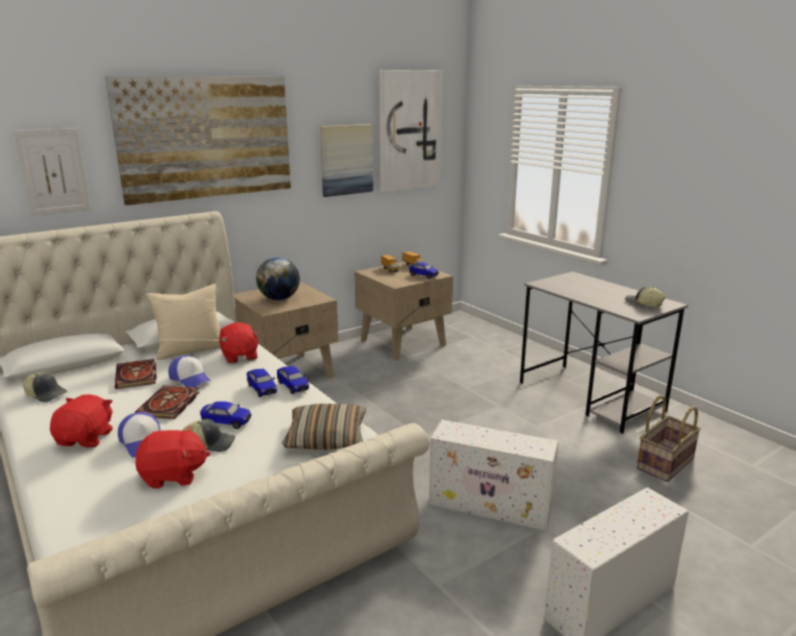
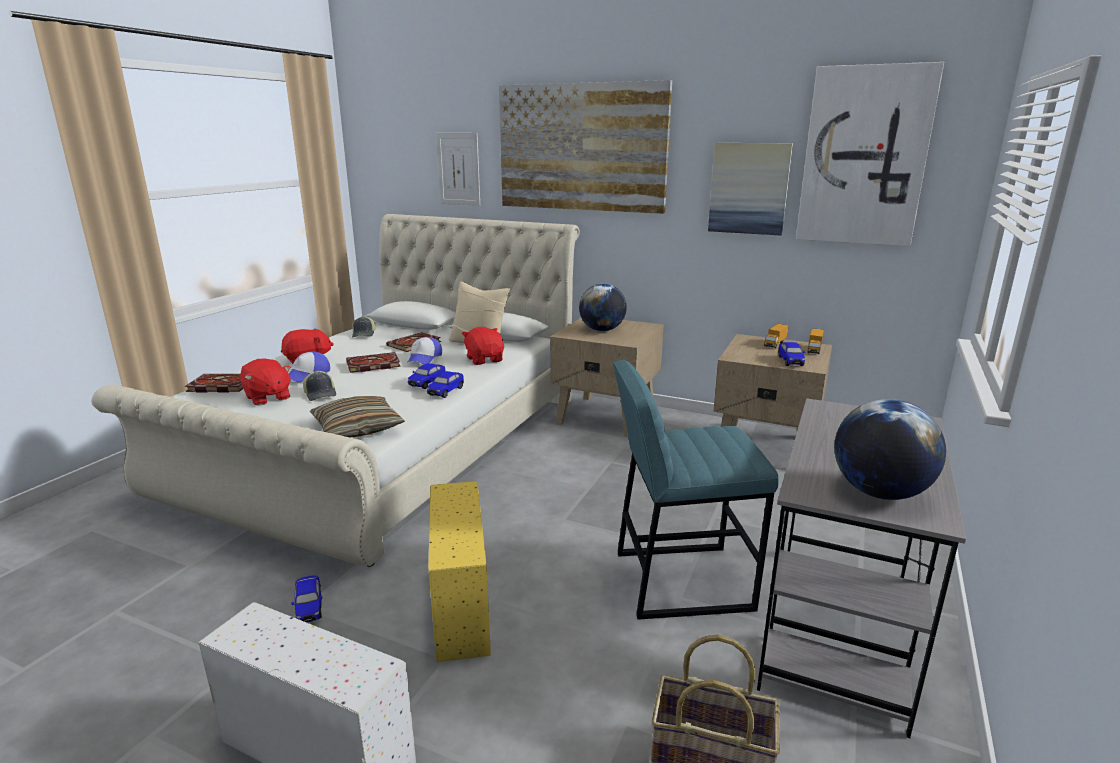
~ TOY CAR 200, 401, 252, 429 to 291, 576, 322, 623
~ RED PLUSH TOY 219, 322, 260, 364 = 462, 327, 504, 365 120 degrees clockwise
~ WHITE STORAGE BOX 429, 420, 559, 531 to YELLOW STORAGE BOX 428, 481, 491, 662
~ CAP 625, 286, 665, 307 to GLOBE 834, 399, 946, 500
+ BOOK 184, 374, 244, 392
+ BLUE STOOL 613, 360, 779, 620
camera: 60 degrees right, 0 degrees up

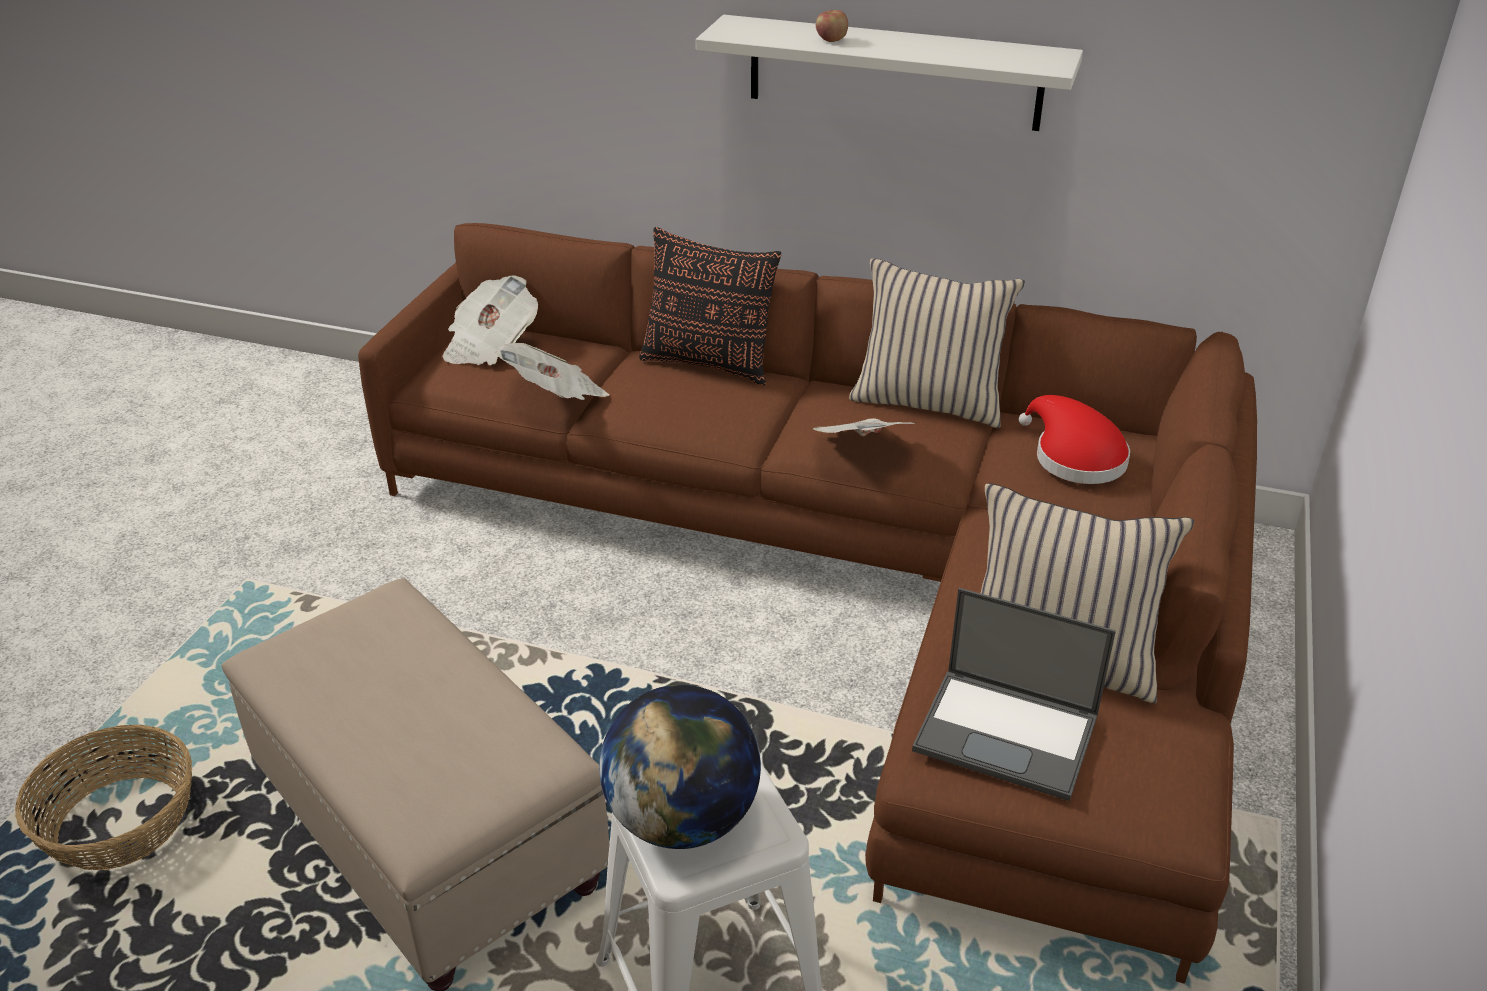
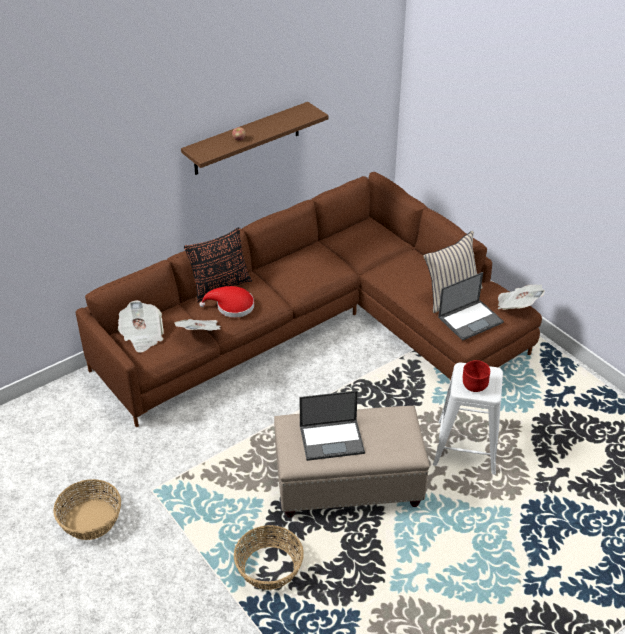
~ GLOBE 599, 685, 761, 849 to RED BOWL 463, 360, 490, 392
~ WHITE SHELF 696, 15, 1083, 131 to BROWN SHELF 181, 102, 328, 175
~ NEWSPAPER 813, 418, 917, 436 to 498, 285, 545, 309
- BEIGE PILLOW 849, 258, 1025, 428
~ RED HAT 1019, 395, 1130, 484 to 199, 286, 254, 318
+ BASKET 53, 479, 121, 540
+ LAPTOP 299, 390, 365, 461
camera: 55 degrees left, 5 degrees up

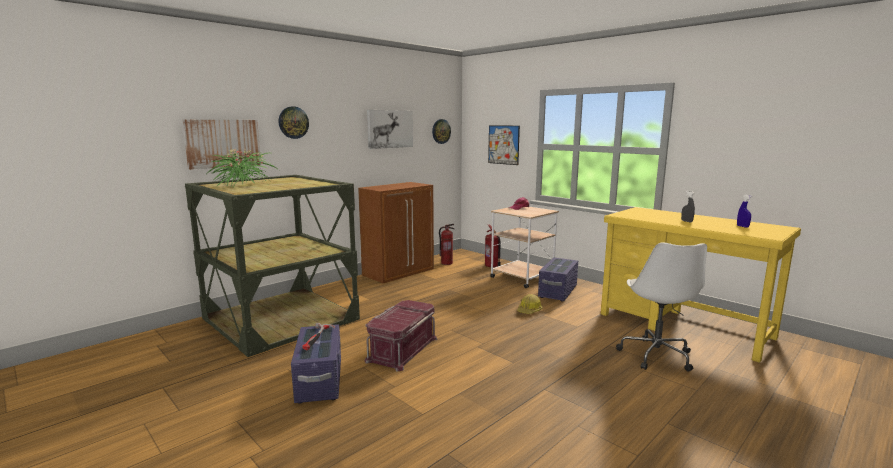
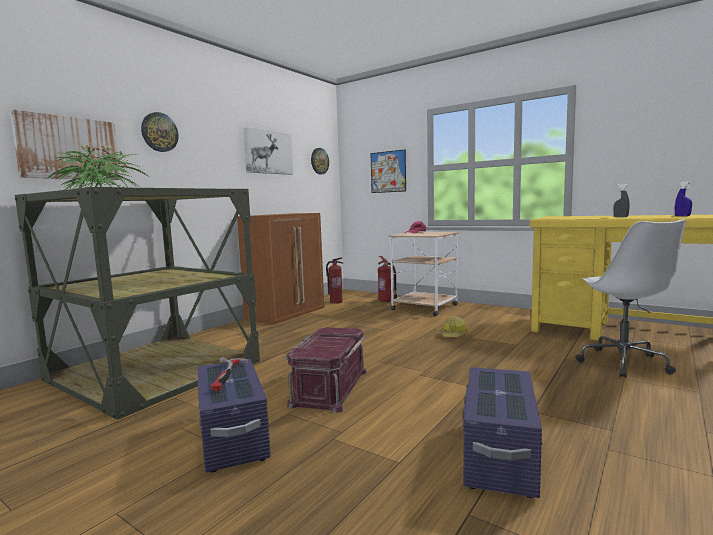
~ PURPLE STORAGE BOX 538, 257, 578, 301 to 463, 367, 542, 498
camera: 10 degrees left, 5 degrees down

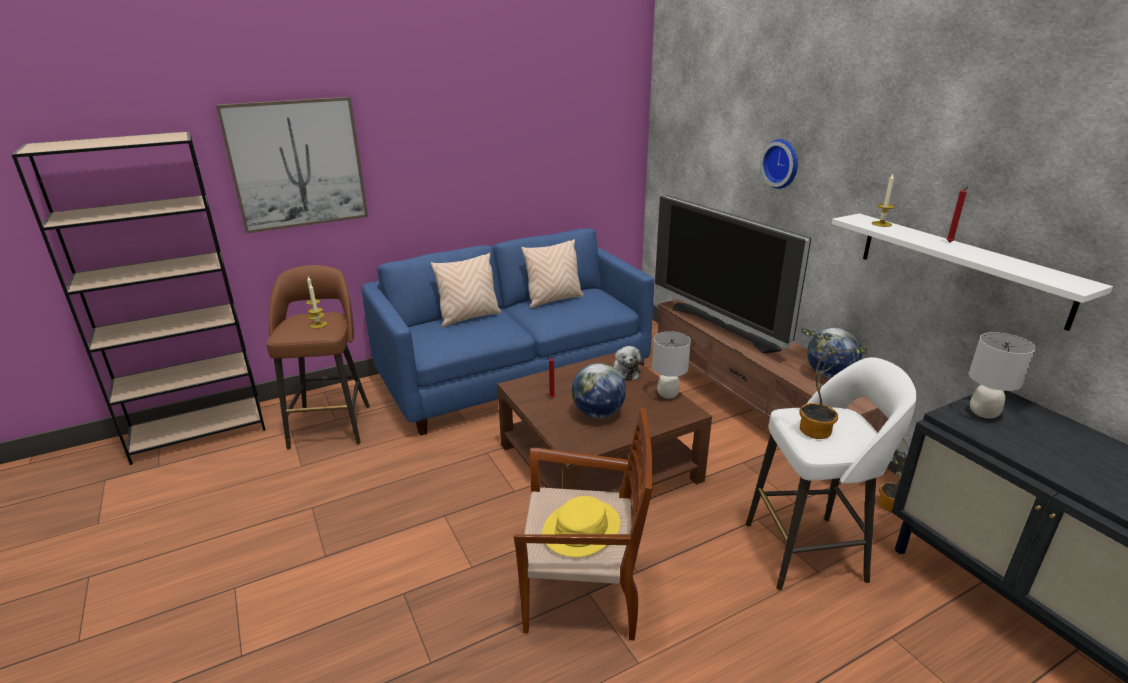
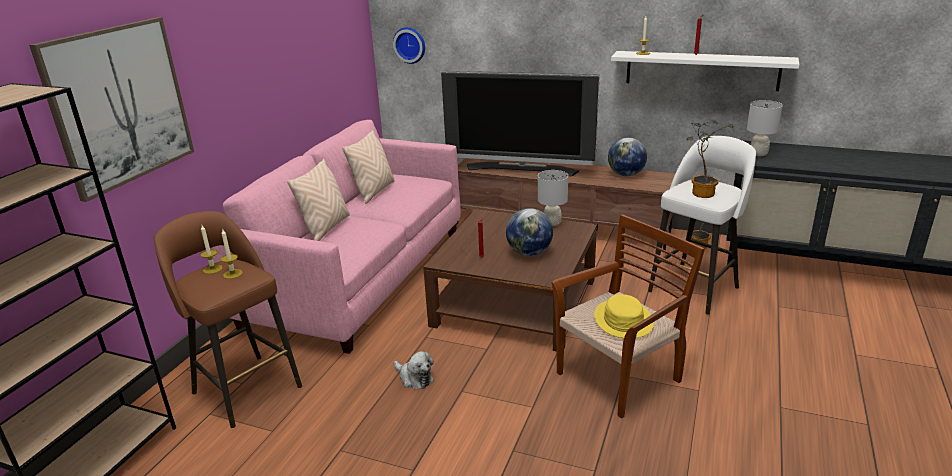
~ BLUE SOFA 362, 228, 654, 436 to PINK SOFA 210, 120, 461, 354
~ PLUSH TOY 613, 346, 644, 381 to 394, 351, 434, 389
~ WALL CLOCK 760, 139, 798, 189 to 393, 27, 425, 64
camera: 40 degrees left, 0 degrees up

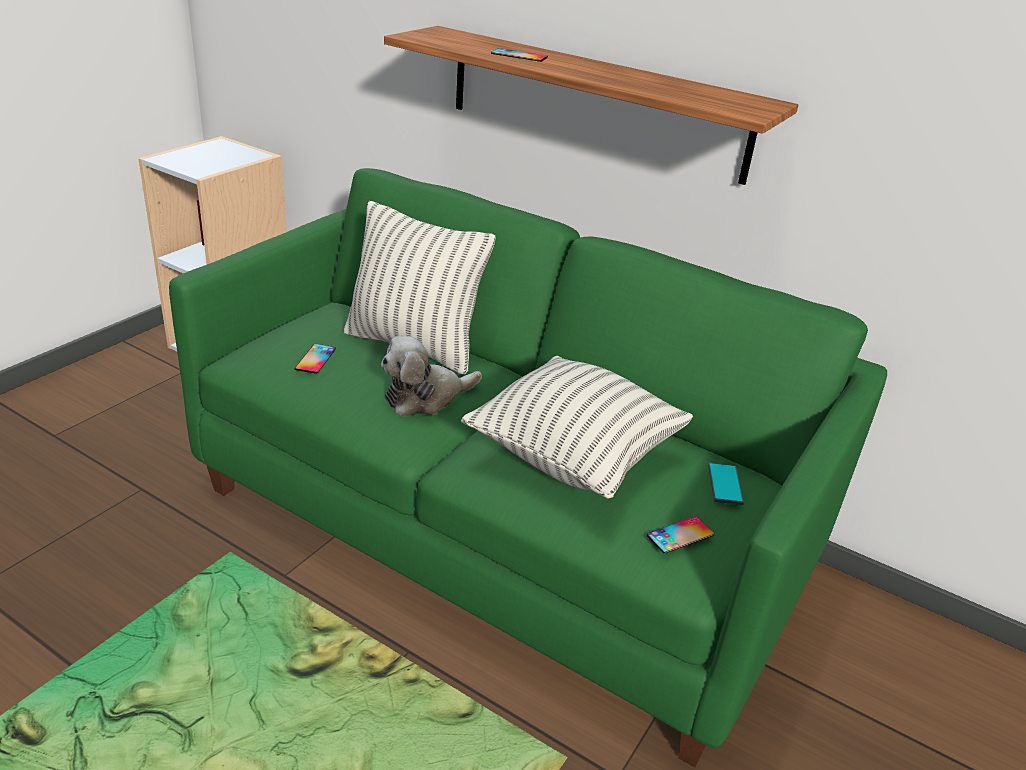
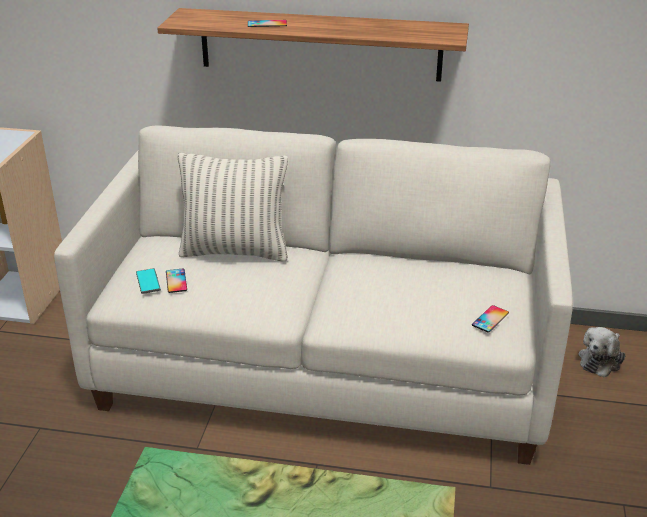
~ GREEN SOFA 169, 168, 887, 768 to WHITE SOFA 54, 126, 573, 465
~ PLUSH TOY 381, 336, 482, 416 to 578, 327, 625, 377
- PILLOW 461, 356, 693, 499
~ PHONE 708, 463, 744, 505 to 136, 268, 161, 294
camera: 20 degrees left, 0 degrees up

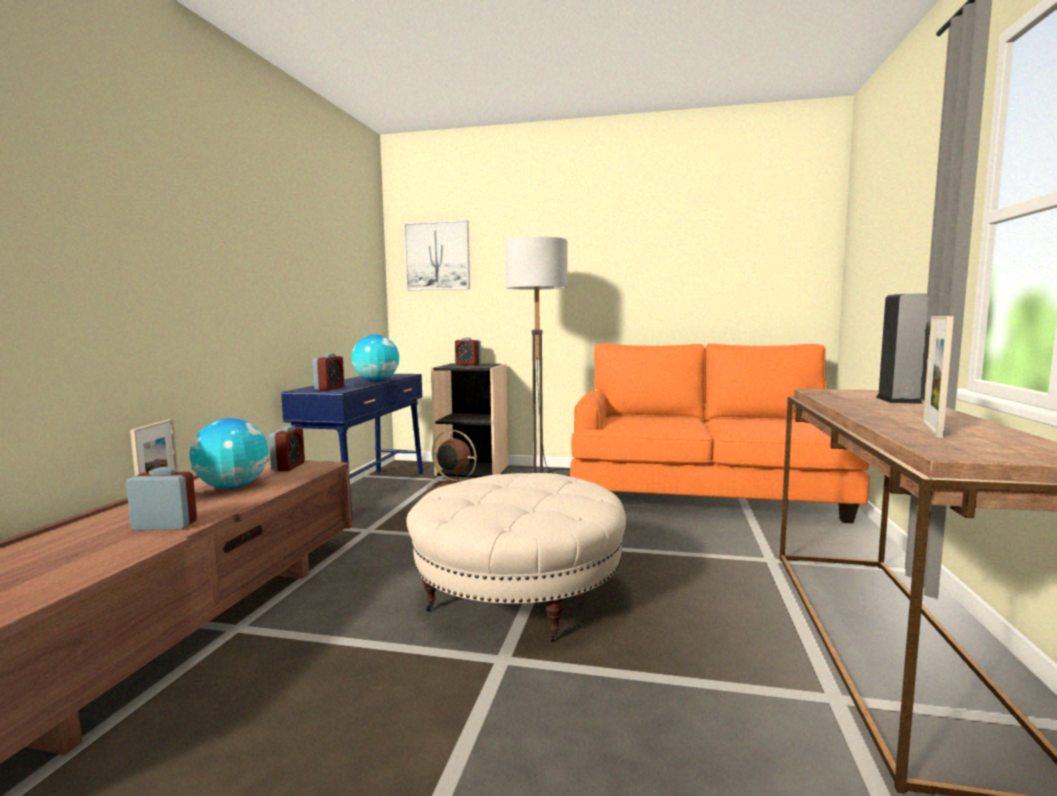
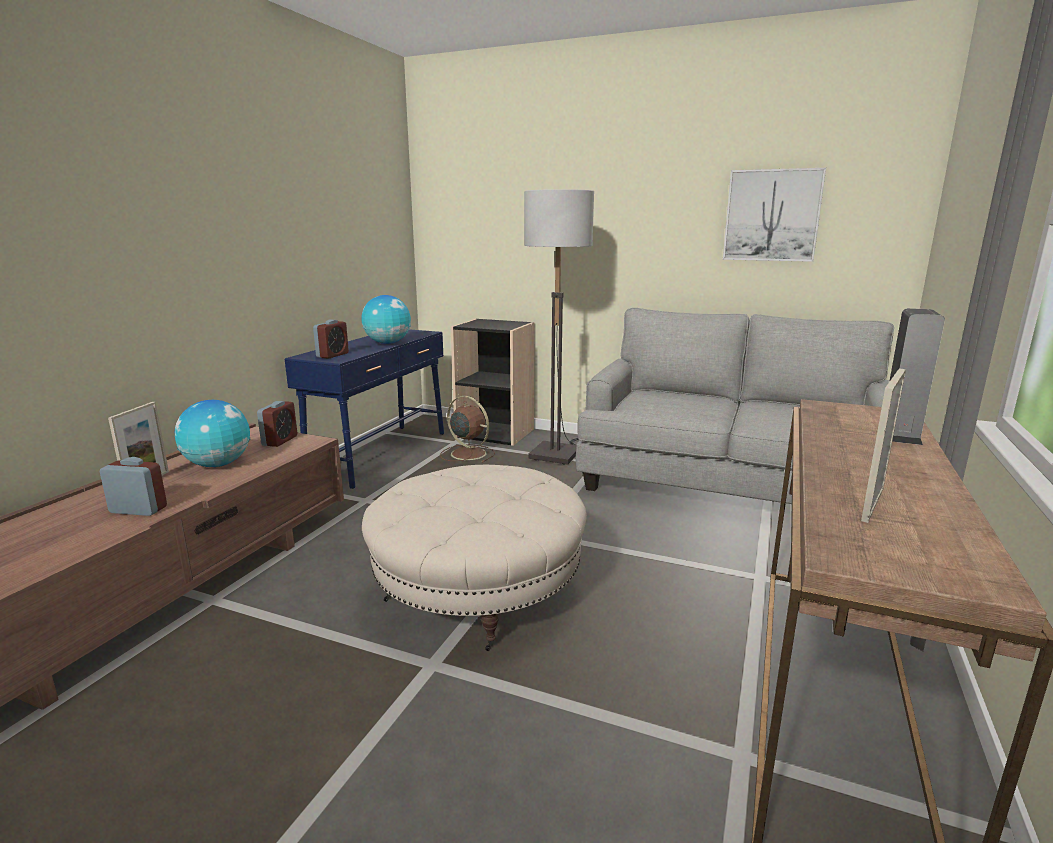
~ PICTURE 404, 220, 470, 290 to 723, 168, 826, 262
- ALARM CLOCK 455, 337, 481, 365
~ ORANGE SOFA 570, 343, 870, 523 to GREY SOFA 576, 308, 894, 504
camera: 10 degrees right, 10 degrees up

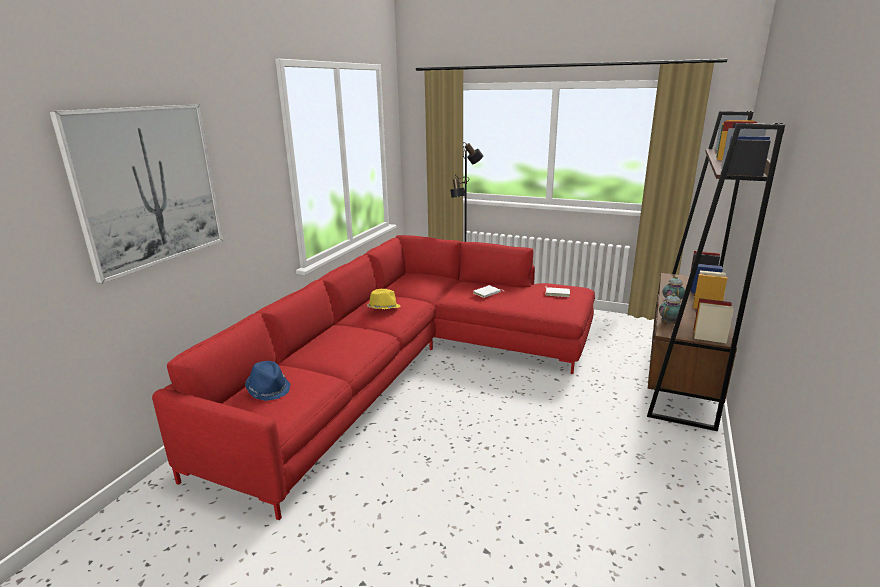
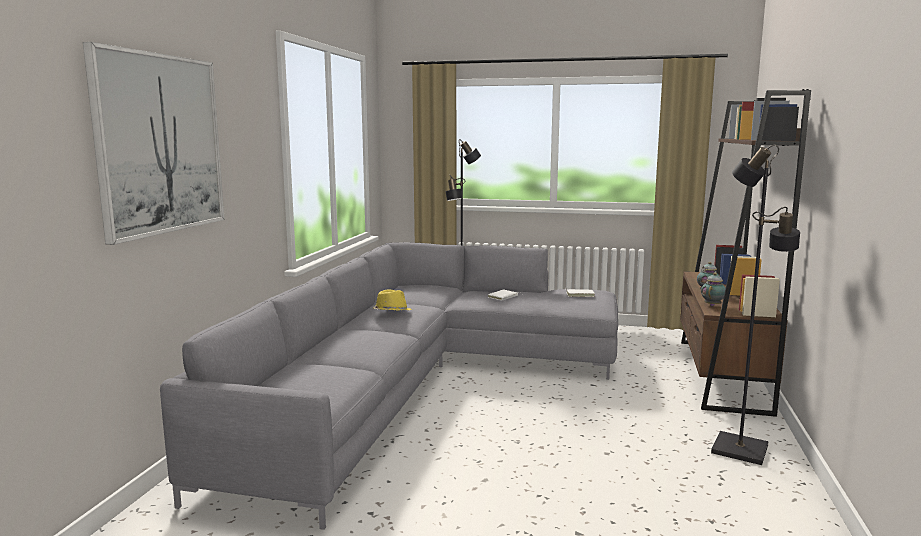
~ RED SOFA 152, 235, 595, 520 to GREY SOFA 160, 242, 618, 530
- BLUE HAT 245, 361, 290, 401
+ BLACK FLOOR LAMP 711, 144, 800, 465
camera: 10 degrees left, 10 degrees down

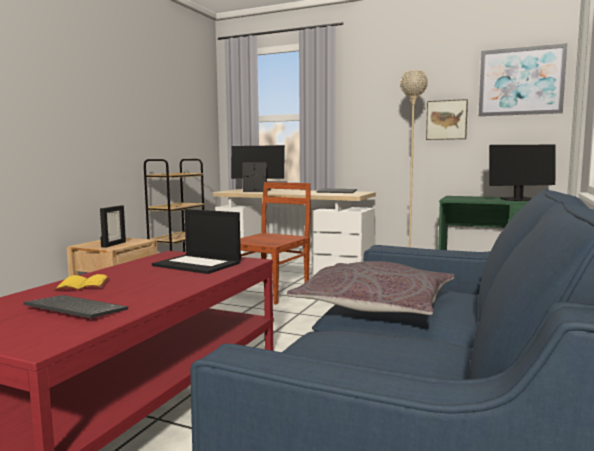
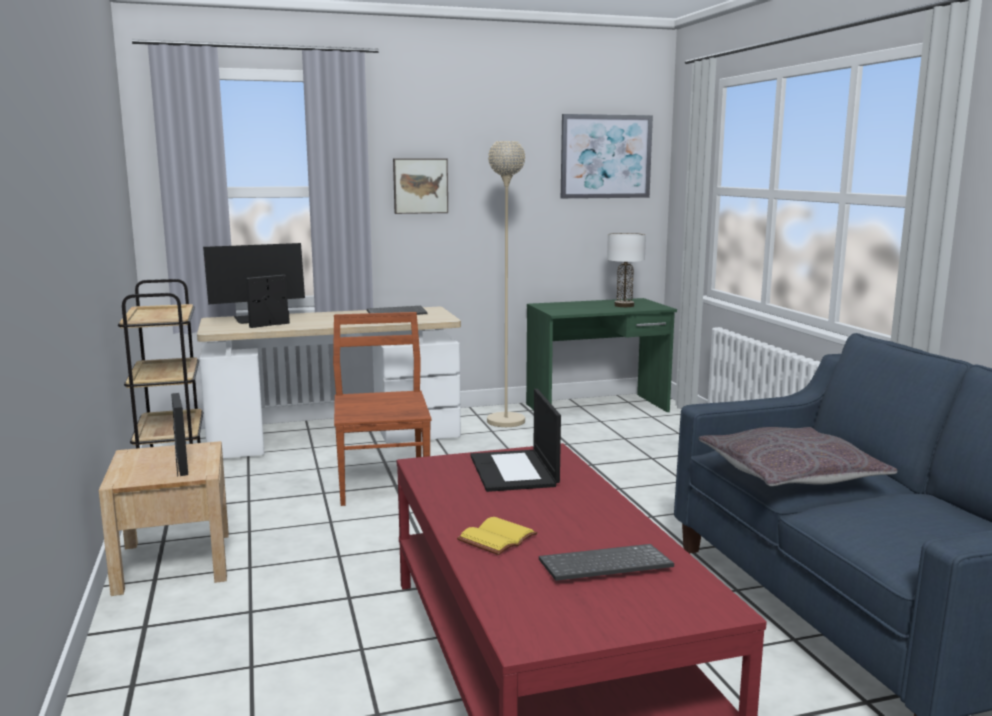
~ LAPTOP 152, 209, 241, 274 = 471, 389, 561, 492 90 degrees clockwise
~ PICTURE 426, 99, 468, 140 to 393, 158, 448, 214
~ MONITOR 489, 144, 555, 201 to TABLE LAMP 607, 233, 646, 307
camera: 40 degrees left, 5 degrees up

